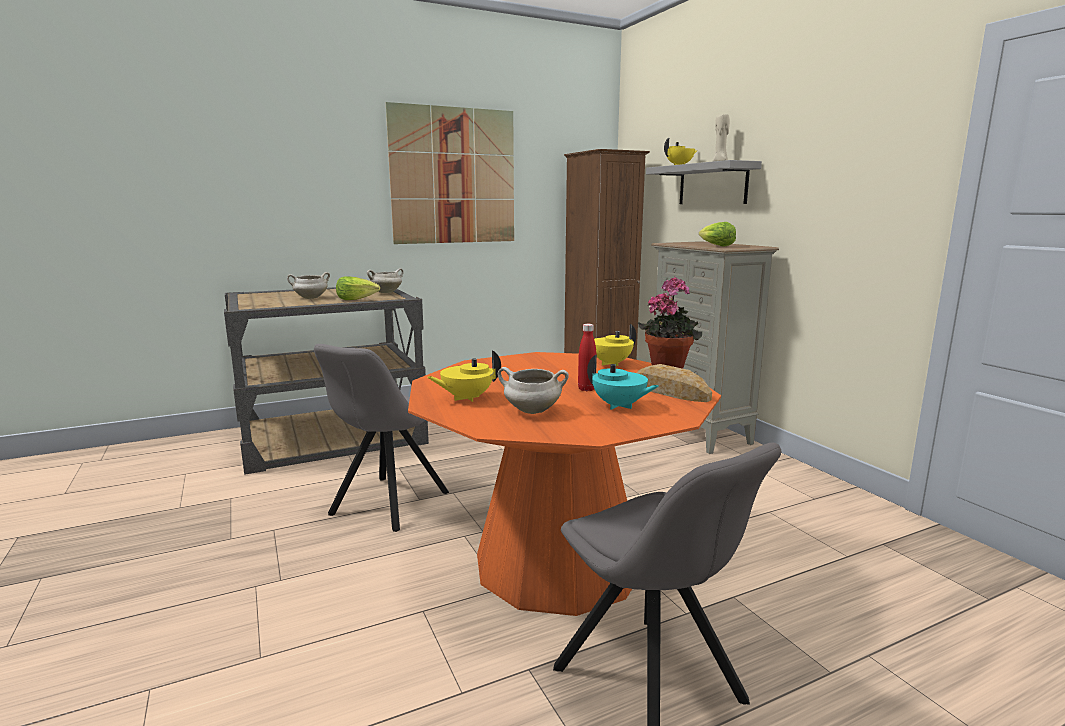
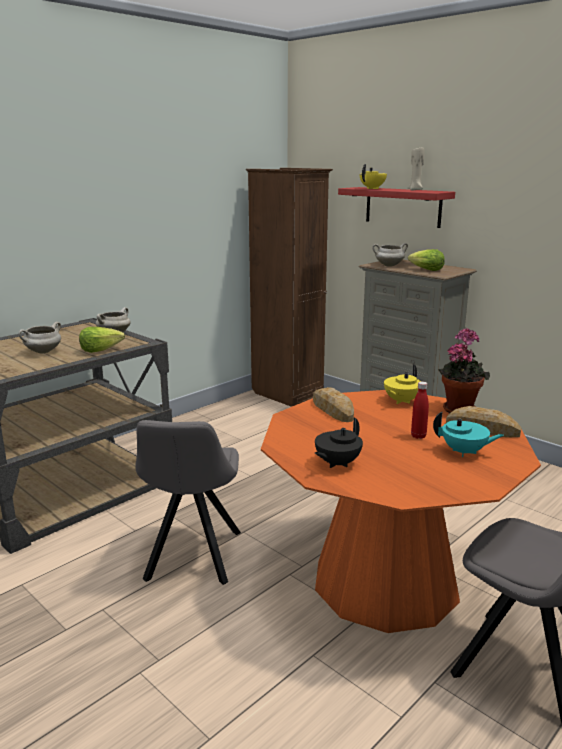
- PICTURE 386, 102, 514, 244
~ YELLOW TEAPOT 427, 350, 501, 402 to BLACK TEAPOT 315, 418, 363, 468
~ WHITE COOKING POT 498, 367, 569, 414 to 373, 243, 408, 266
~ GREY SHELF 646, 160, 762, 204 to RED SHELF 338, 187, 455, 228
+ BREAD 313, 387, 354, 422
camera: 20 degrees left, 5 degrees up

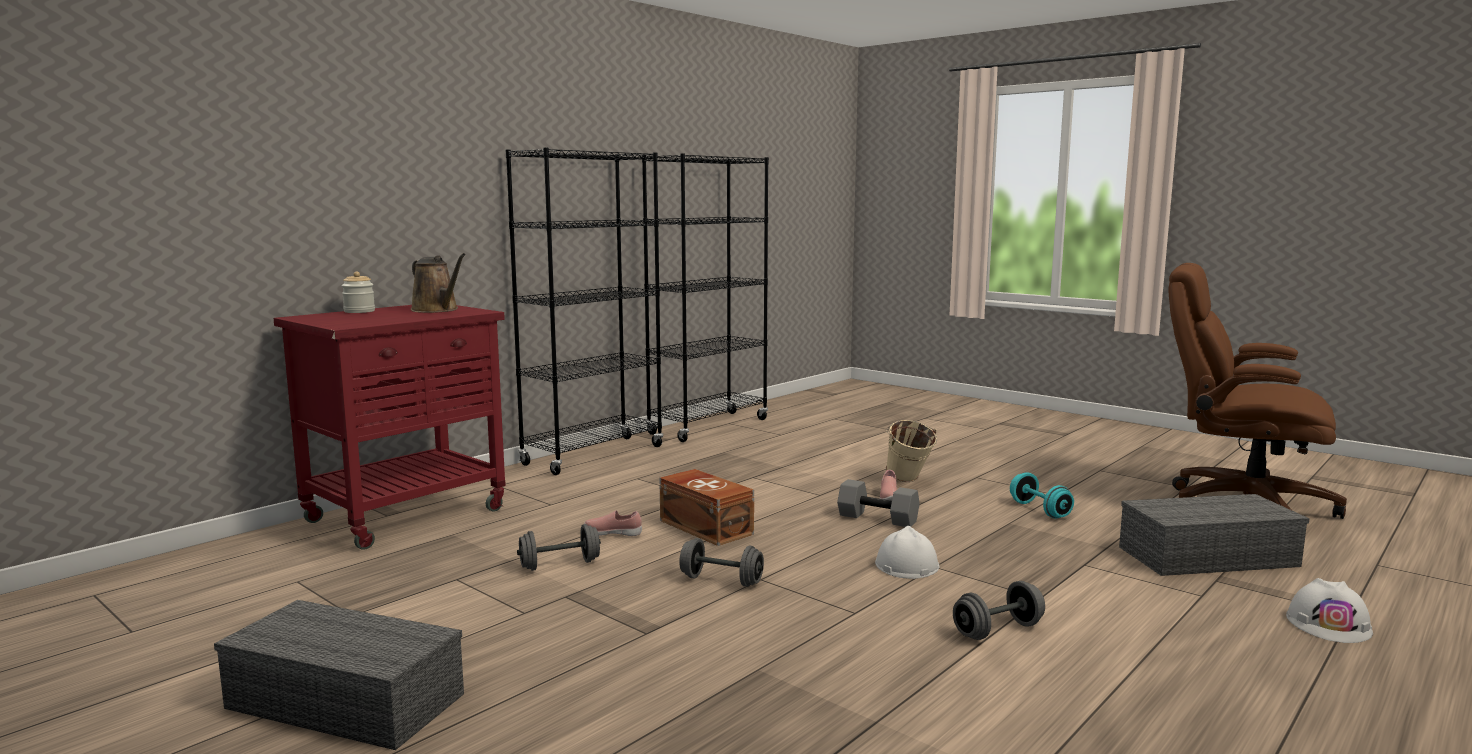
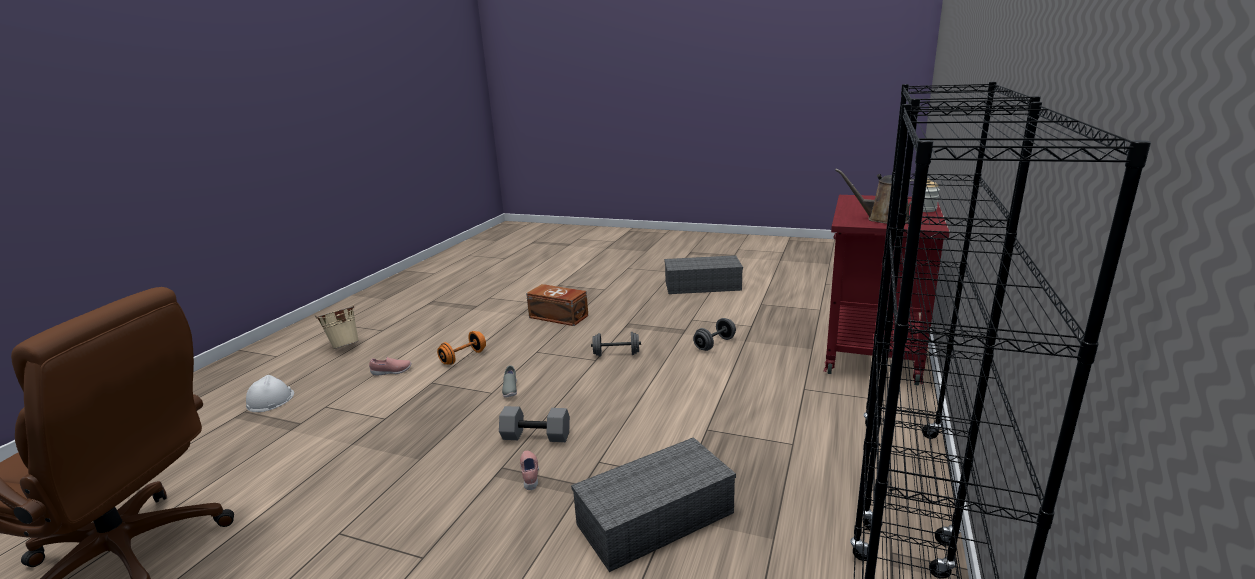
~ PINK SHOE 584, 511, 642, 536 to 369, 357, 411, 376
~ BROWN STORAGE BOX 659, 469, 754, 546 to 526, 284, 588, 326
~ WHITE HARD HAT 875, 526, 940, 579 to GREY SHOE 502, 365, 517, 397
~ BEIGE BUCKET 886, 420, 937, 482 to 315, 305, 359, 349
~ GREY DUMBBELL 953, 581, 1045, 640 to ORANGE DUMBBELL 437, 331, 486, 365
- TURQUOISE DUMBBELL 1010, 472, 1074, 518
~ GREY STORAGE BOX 1119, 494, 1310, 576 to 571, 437, 736, 572
camera: 160 degrees right, 10 degrees up

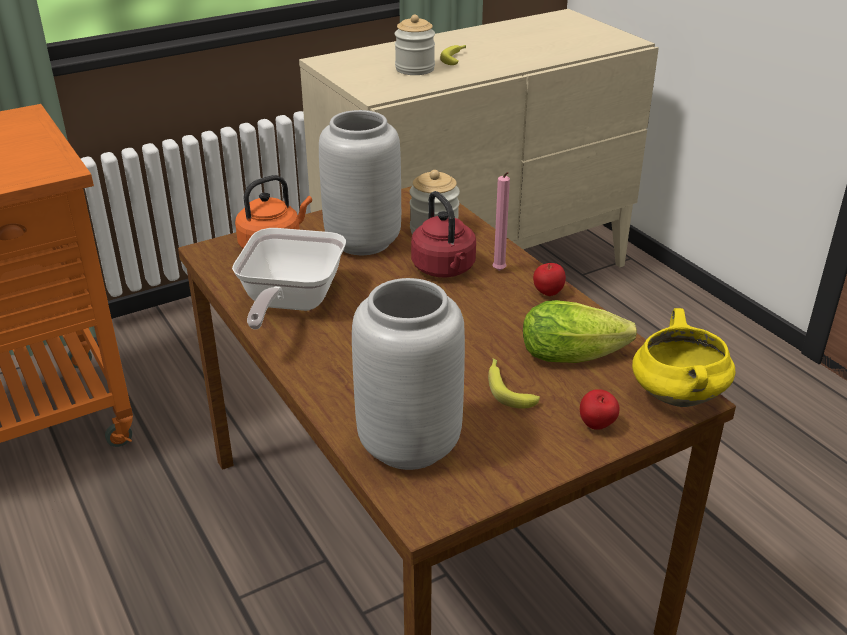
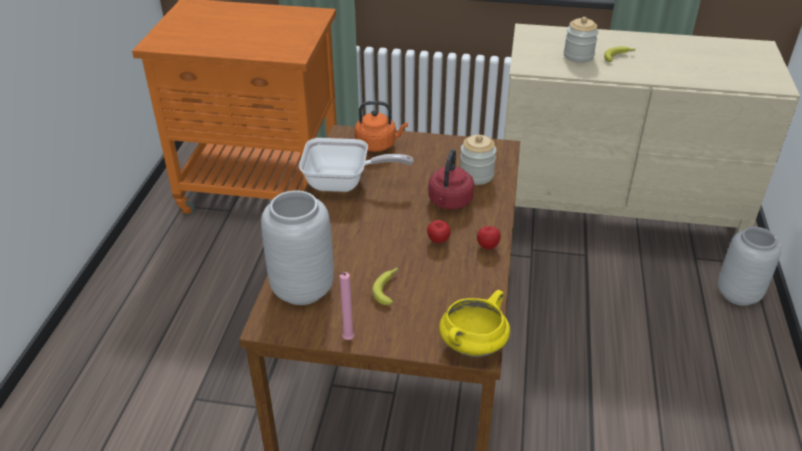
~ FRYING PAN 232, 228, 346, 329 = 299, 138, 413, 192 135 degrees counterclockwise
~ GREY VASE 319, 110, 401, 255 to 718, 227, 781, 306
~ PINK CANDLE 492, 172, 510, 271 to 338, 272, 354, 340
- LETTUCE 523, 300, 637, 363
~ APPLE 580, 389, 619, 430 to 427, 220, 450, 243
camera: 40 degrees right, 5 degrees up

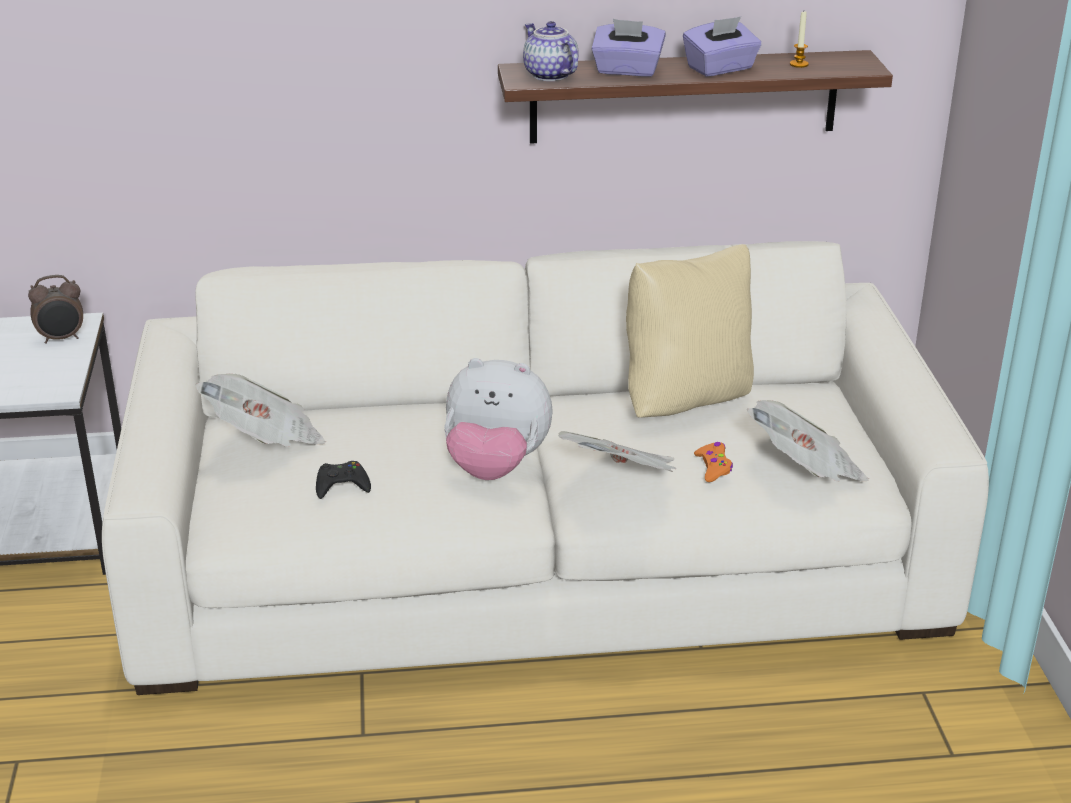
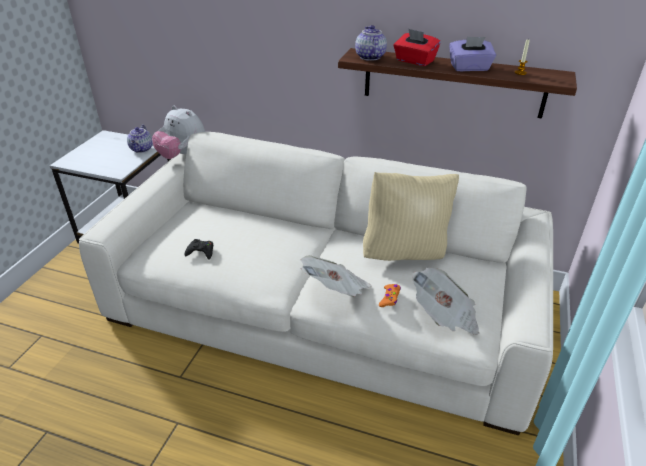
~ ALARM CLOCK 28, 275, 83, 344 to TEAPOT 127, 125, 153, 153
- NEWSPAPER 196, 374, 326, 447
~ PLUSH TOY 444, 358, 553, 480 to 152, 105, 205, 159
~ PURPLE TISSUE BOX 591, 19, 666, 77 to RED TISSUE BOX 393, 28, 441, 66
camera: 25 degrees right, 5 degrees up

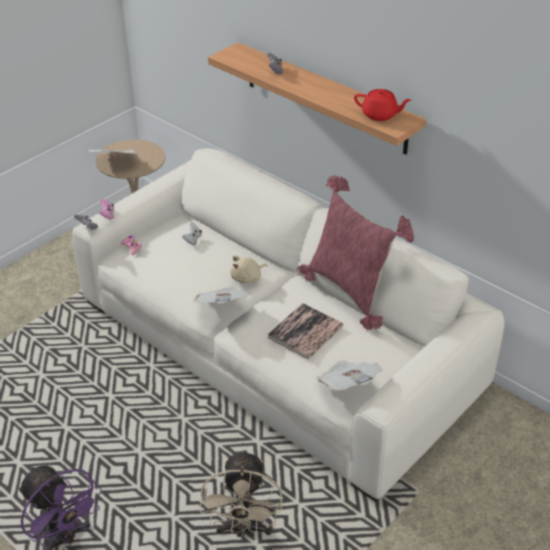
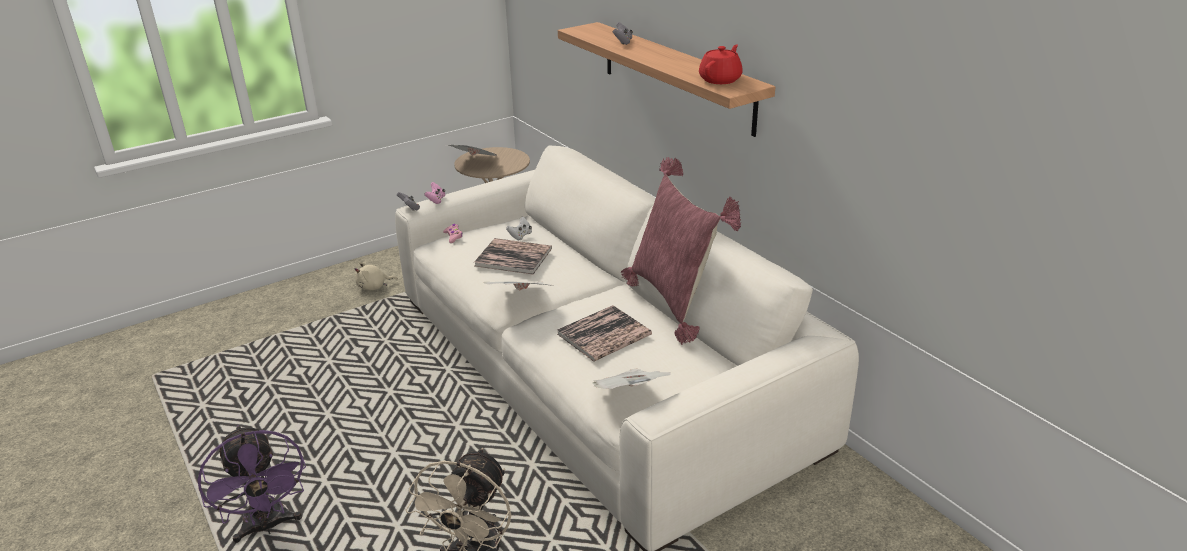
~ BEIGE PLUSH TOY 230, 256, 267, 284 to 354, 262, 398, 290
~ RED TEAPOT 354, 89, 411, 121 = 699, 45, 743, 84 90 degrees counterclockwise
+ BOOK 474, 238, 552, 275
camera: 15 degrees right, 10 degrees down

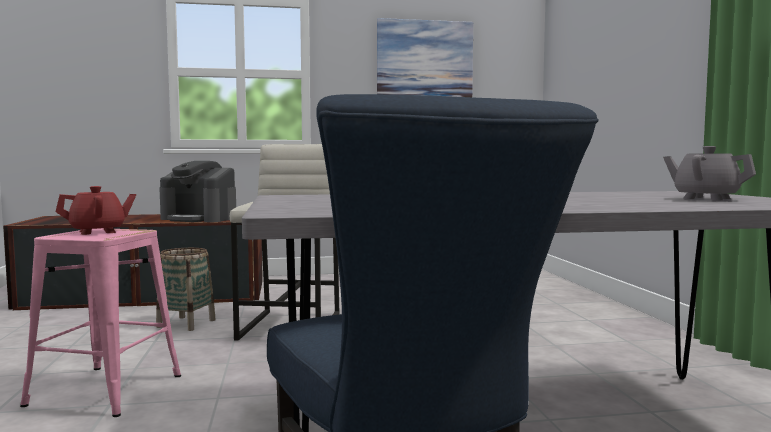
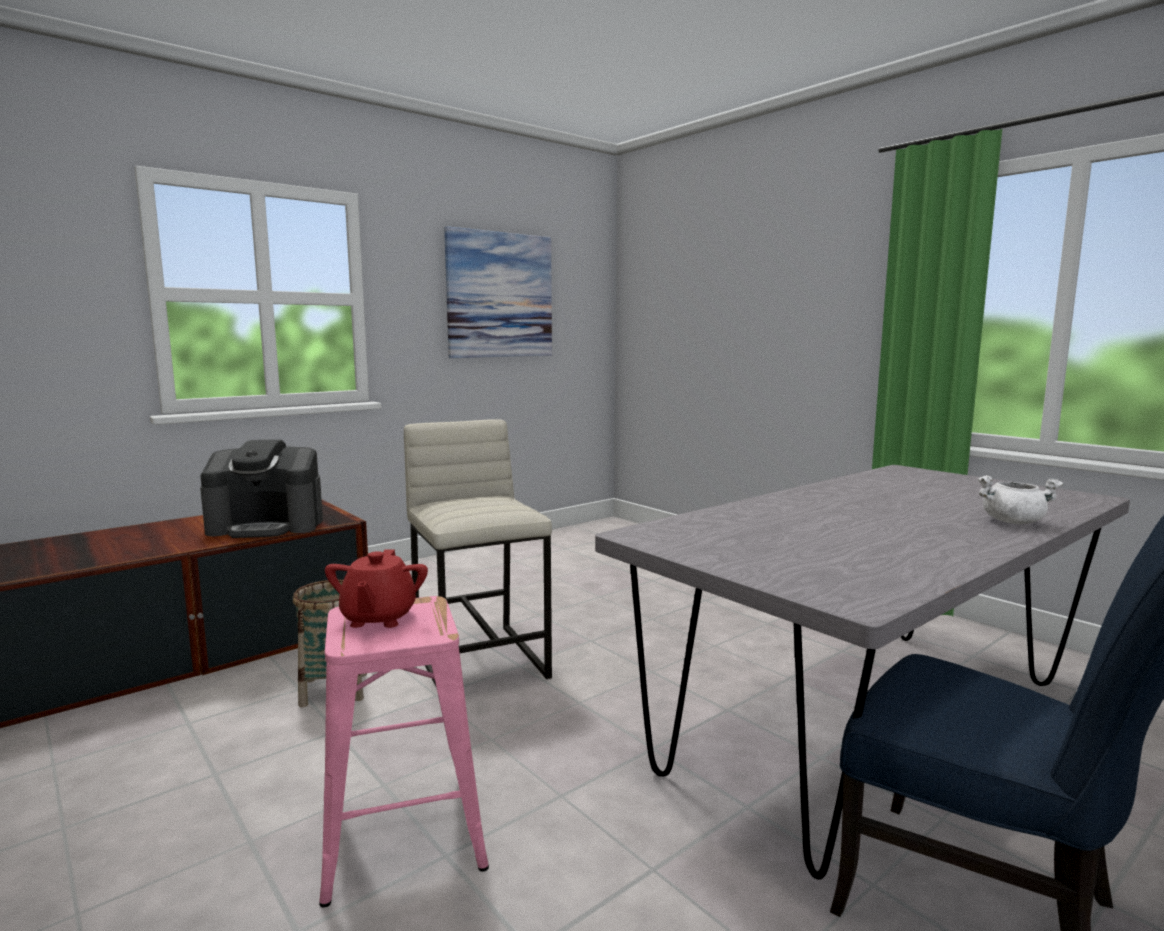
~ RED TEAPOT 55, 186, 136, 235 = 325, 549, 428, 628 150 degrees clockwise
- GREY TEAPOT 663, 146, 756, 200
+ WHITE COOKING POT 978, 475, 1063, 524
camera: 30 degrees left, 5 degrees up

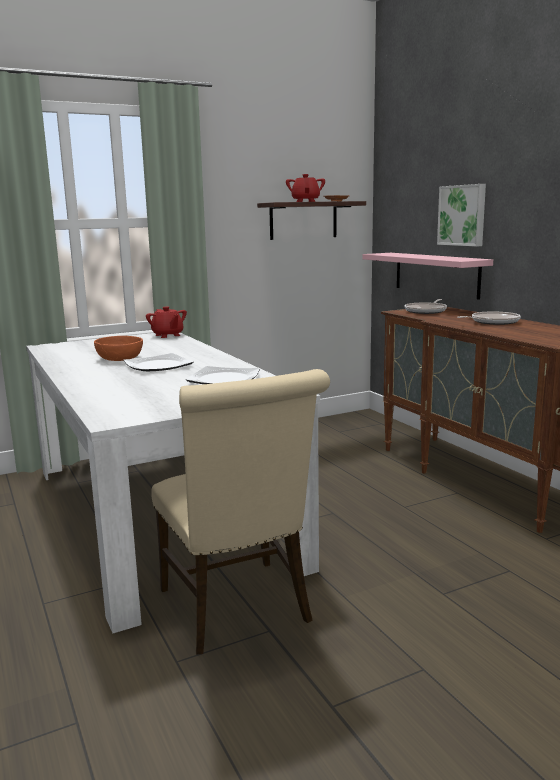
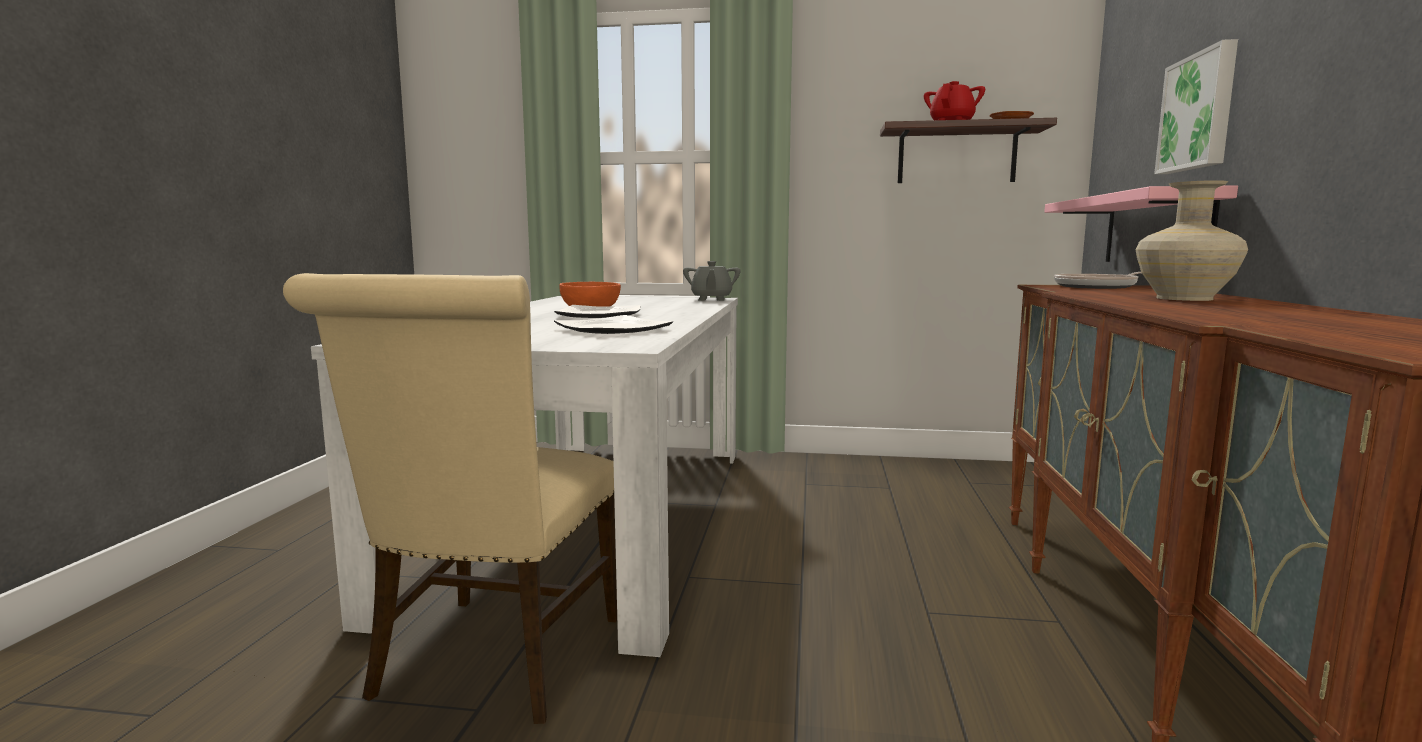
~ RED TEAPOT 146, 306, 187, 338 to GREY TEAPOT 683, 261, 740, 301
~ FRYING PAN 457, 311, 521, 325 to BEIGE VASE 1135, 180, 1248, 301
camera: 35 degrees right, 5 degrees down

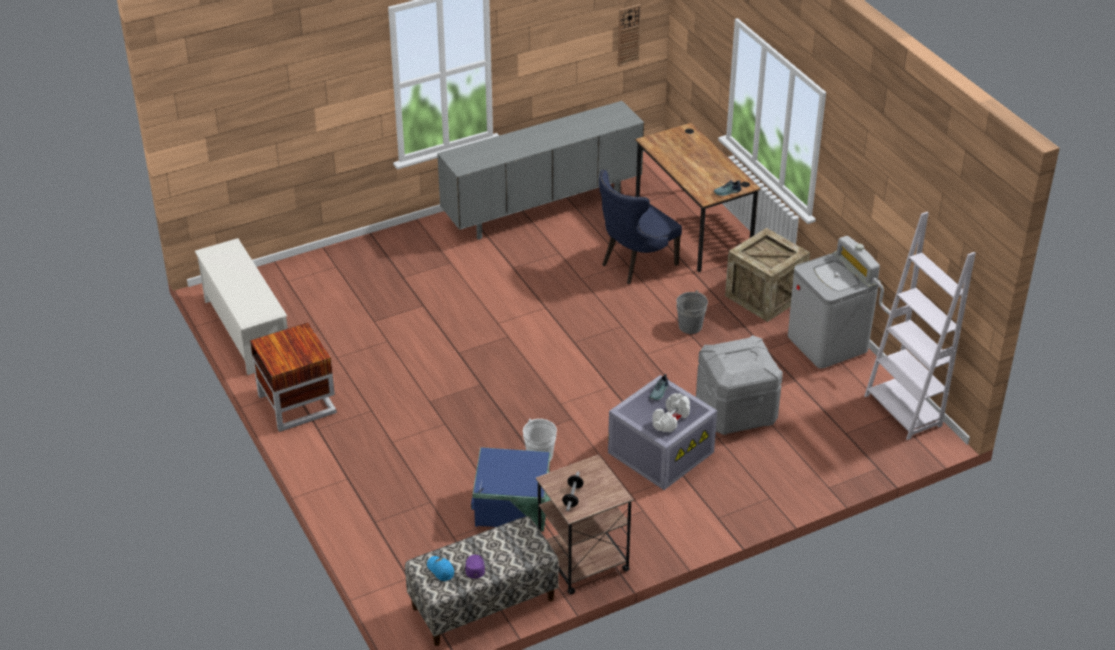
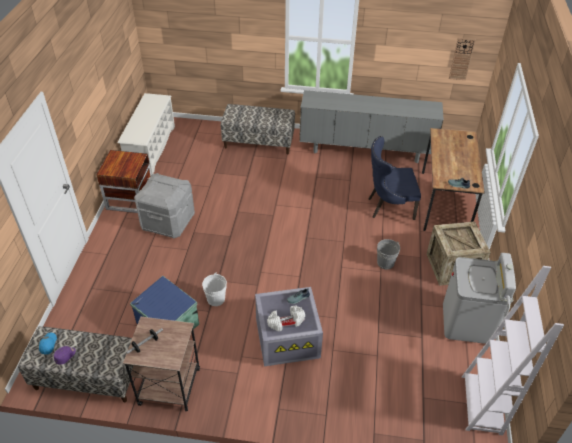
~ GREY STORAGE BOX 696, 335, 783, 435 to 134, 173, 195, 238
+ BENCH 221, 104, 295, 154
camera: 35 degrees right, 5 degrees up

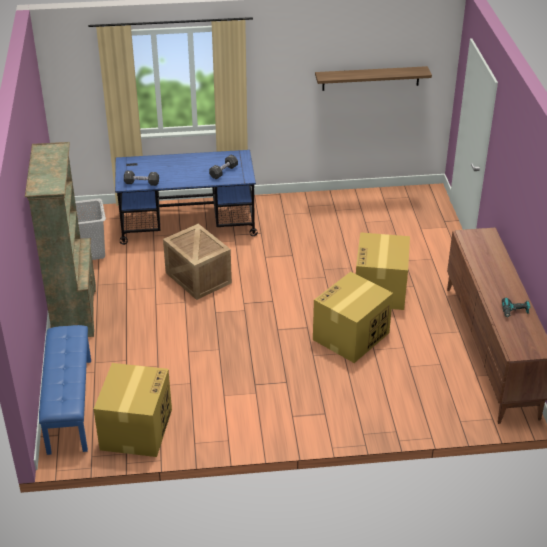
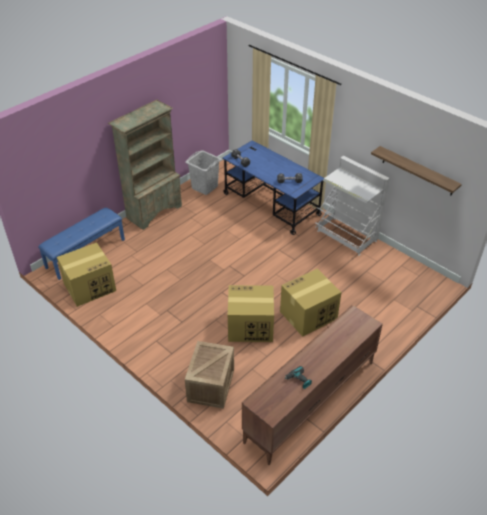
~ CRATE 163, 224, 232, 300 to 185, 341, 234, 409
+ WHITE SHOE RACK 315, 156, 389, 256
camera: 50 degrees right, 5 degrees up

